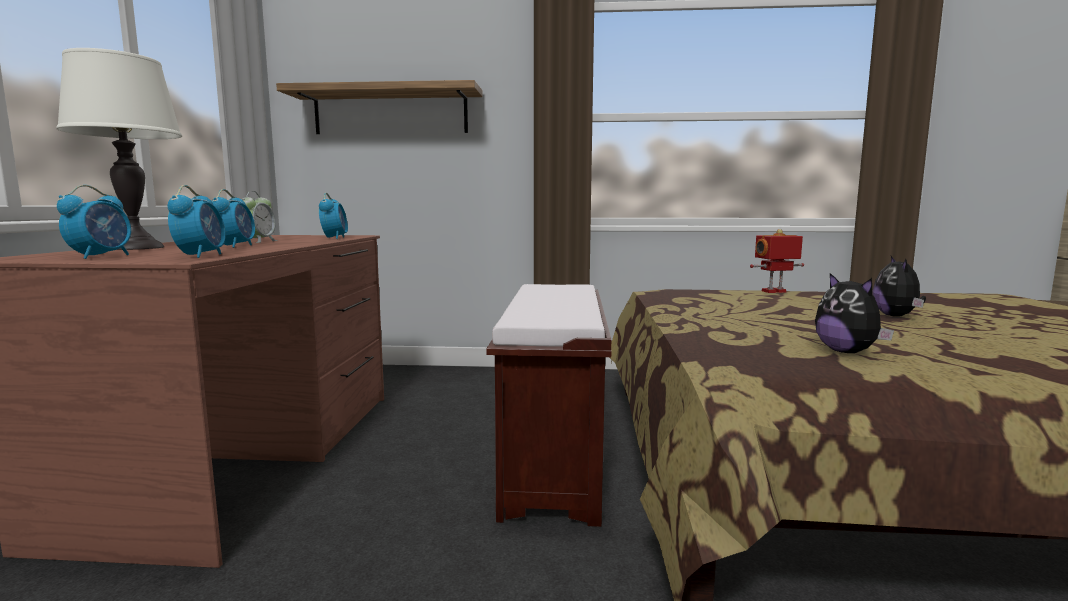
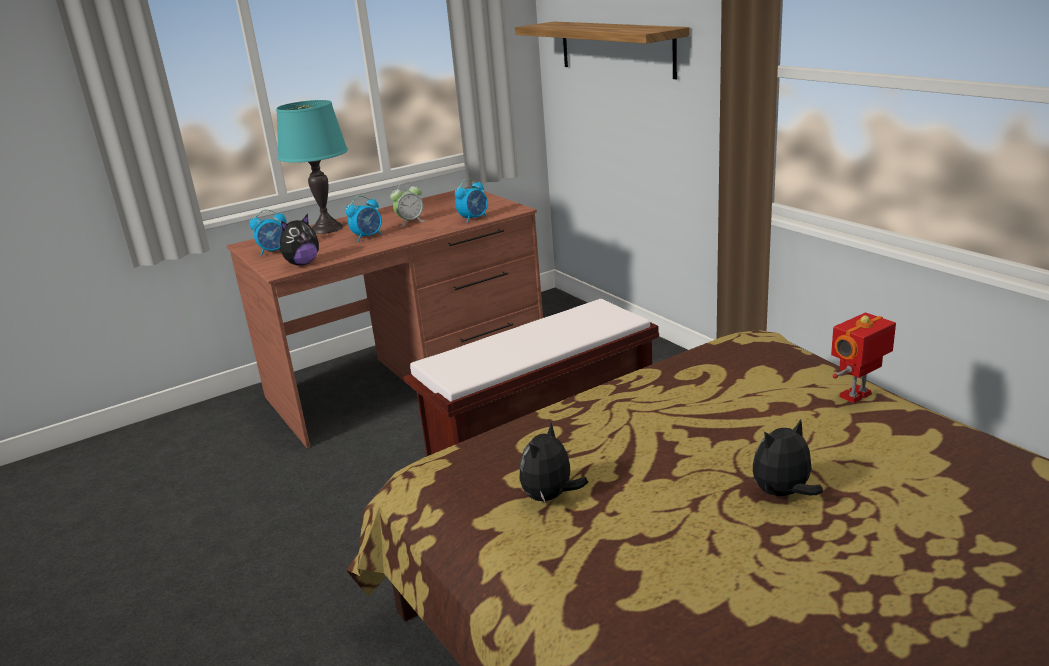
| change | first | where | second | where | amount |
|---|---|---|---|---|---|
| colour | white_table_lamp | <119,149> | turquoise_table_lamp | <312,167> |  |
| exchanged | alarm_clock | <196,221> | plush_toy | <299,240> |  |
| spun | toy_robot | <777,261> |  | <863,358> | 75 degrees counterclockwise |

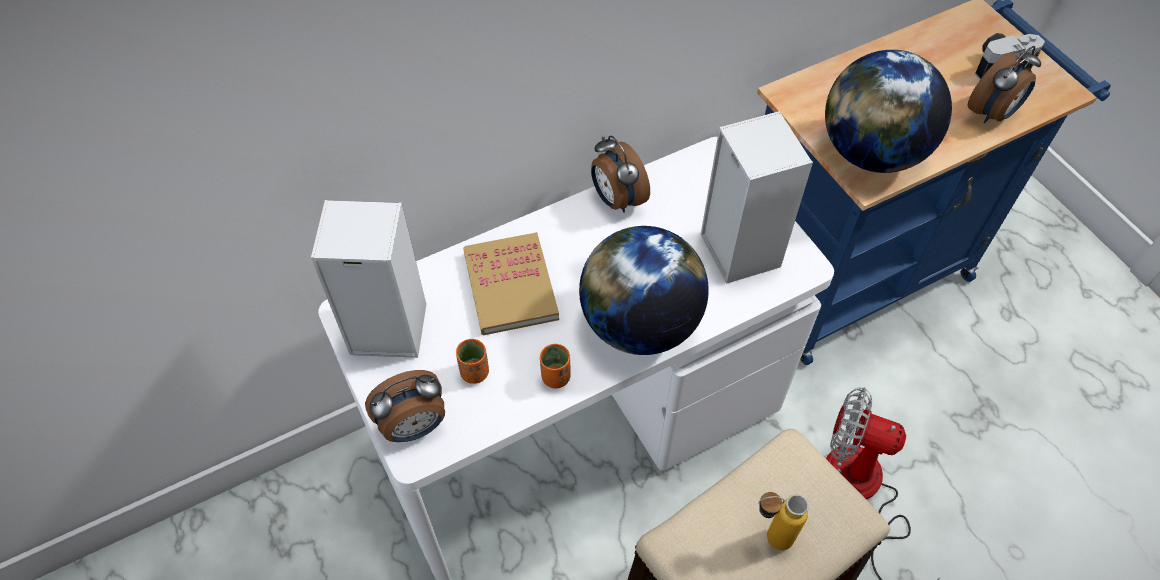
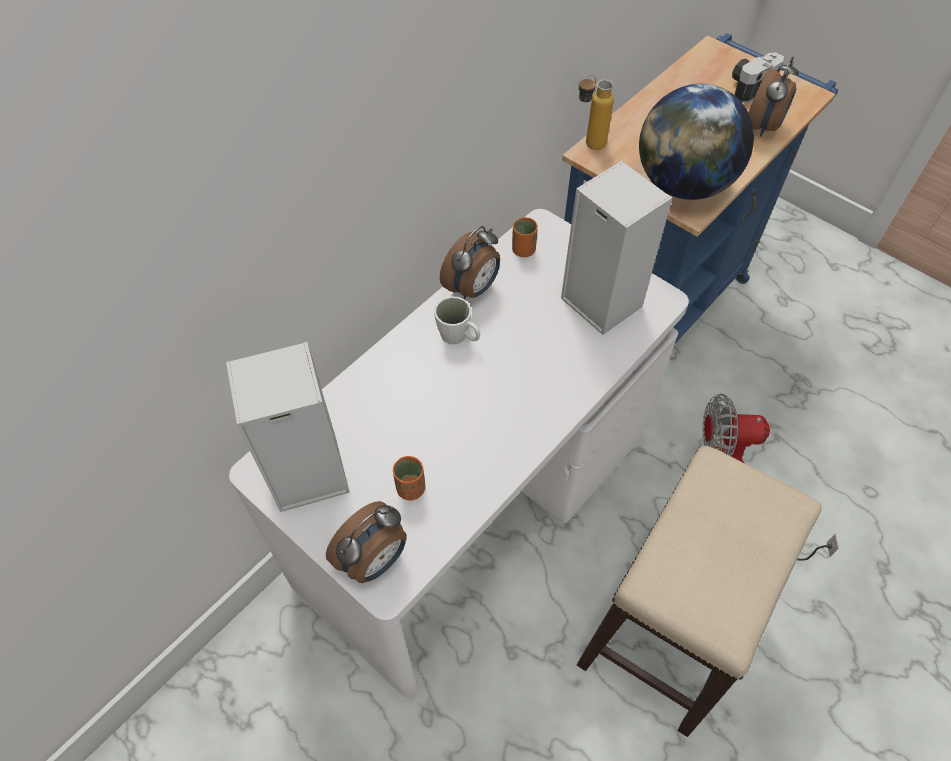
| change | first | where | second | where | amount |
|---|---|---|---|---|---|
| missing | book | <511,283> |  |  |  |
| relocated | orange_cup | <555,366> |  | <525,237> |  |
| missing | globe | <644,290> |  |  |  |
| spun | alarm_clock | <620,174> |  | <470,262> | 90 degrees counterclockwise |
| relocated | bottle | <783,521> |  | <596,112> |  |
| appeared |  |  | white_mug | <457,320> |  |

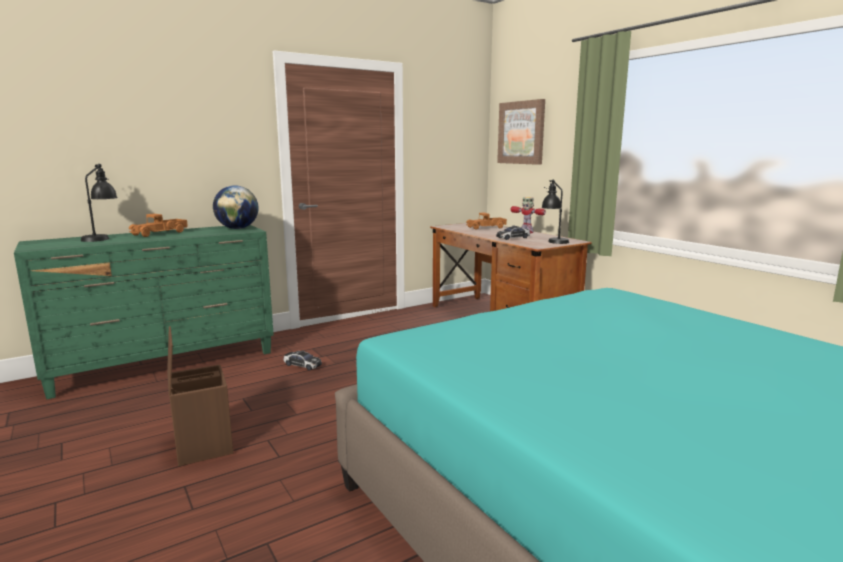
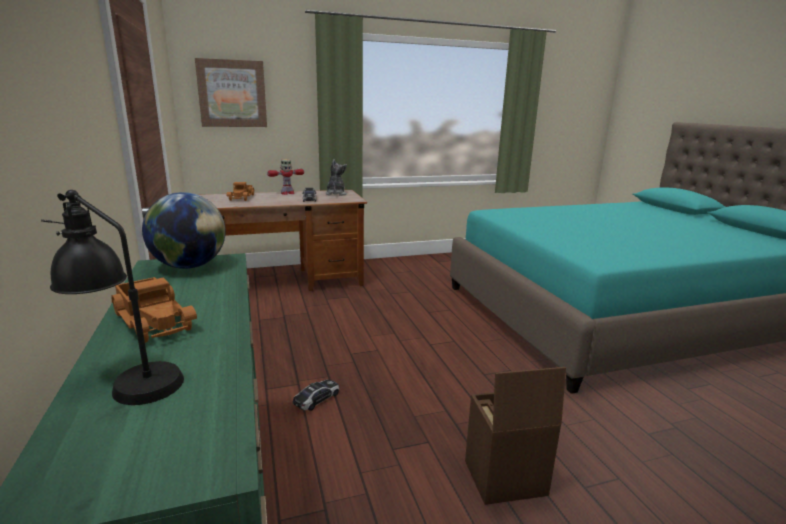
| change | first | where | second | where | amount |
|---|---|---|---|---|---|
| exchanged | black_table_lamp | <555,211> | plush_toy | <336,177> |  |

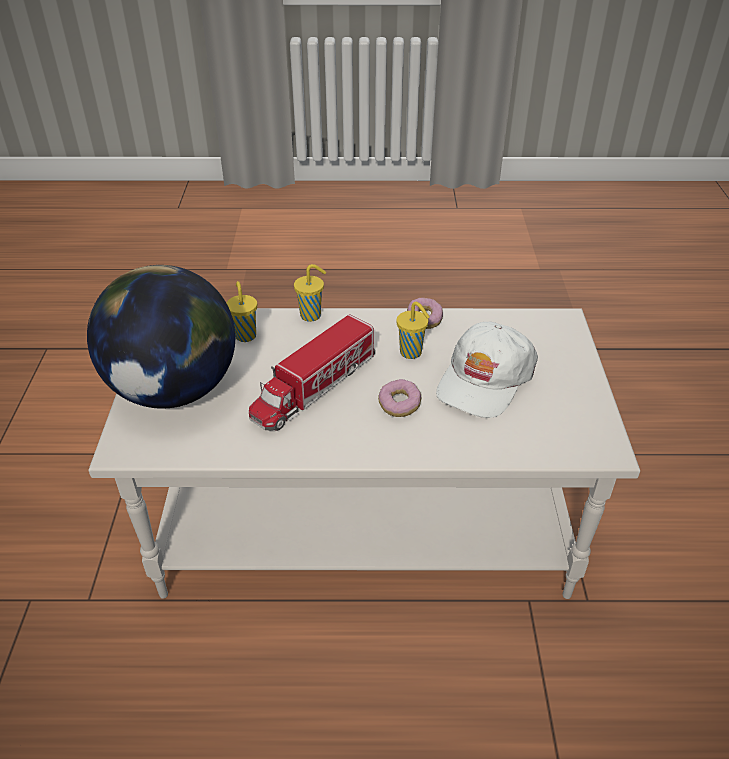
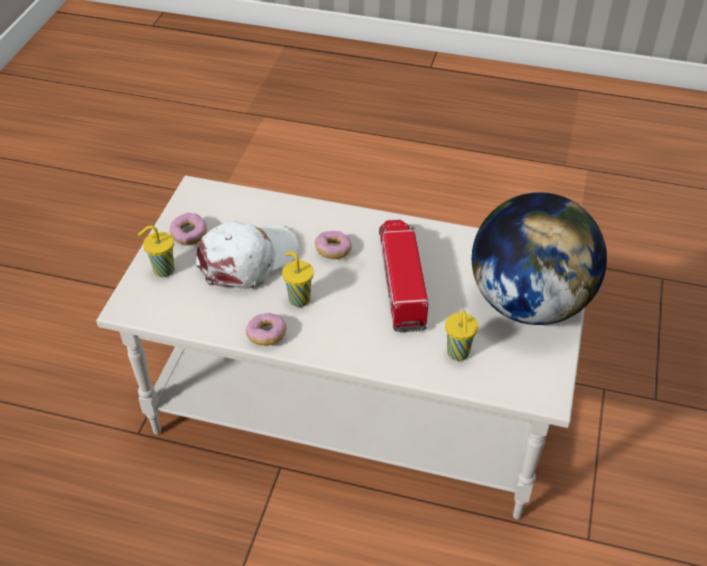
| change | first | where | second | where | amount |
|---|---|---|---|---|---|
| spun | toy_truck | <312,372> |  | <404,276> | 60 degrees counterclockwise |
| relocated | yellow_cup | <310,293> |  | <156,251> |  |
| appeared |  |  | donut | <188,229> |  |

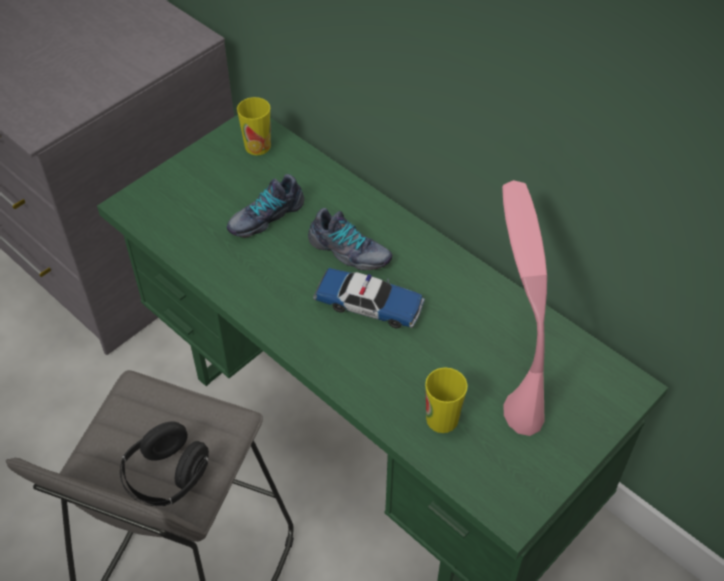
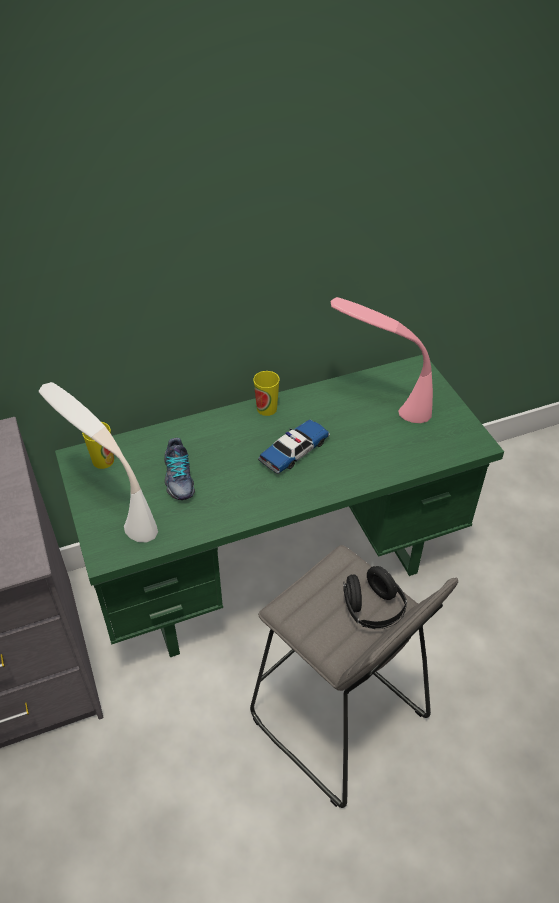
| change | first | where | second | where | amount |
|---|---|---|---|---|---|
| missing | shoe | <350,239> |  |  |  |
| relocated | cup | <446,400> |  | <267,393> |  |
| appeared |  |  | white_table_lamp | <98,462> |  |

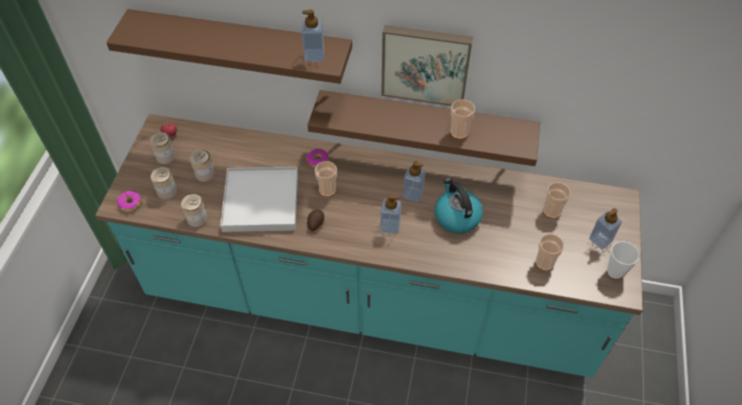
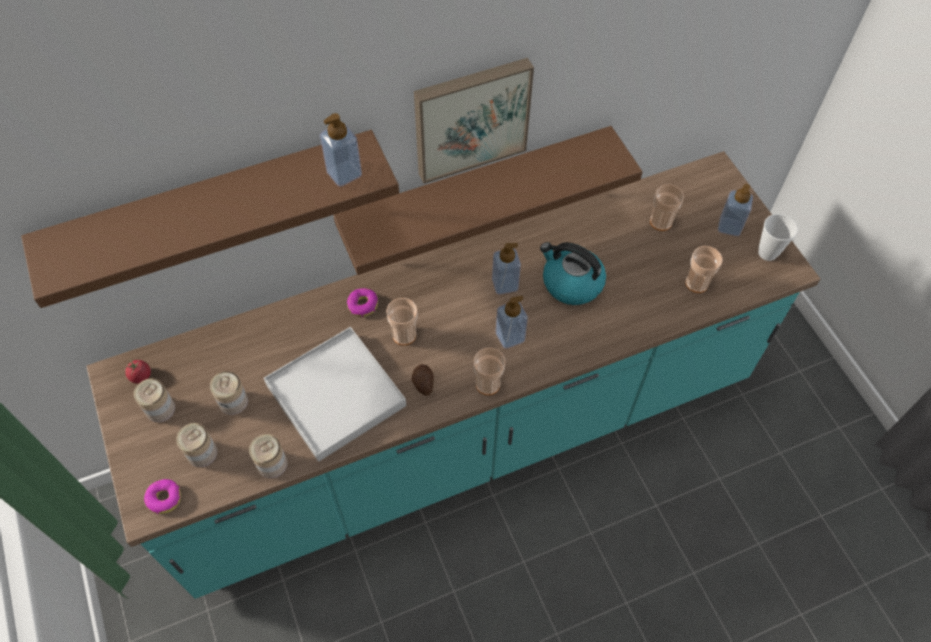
| change | first | where | second | where | amount |
|---|---|---|---|---|---|
| relocated | cup | <462,119> |  | <489,371> |  |

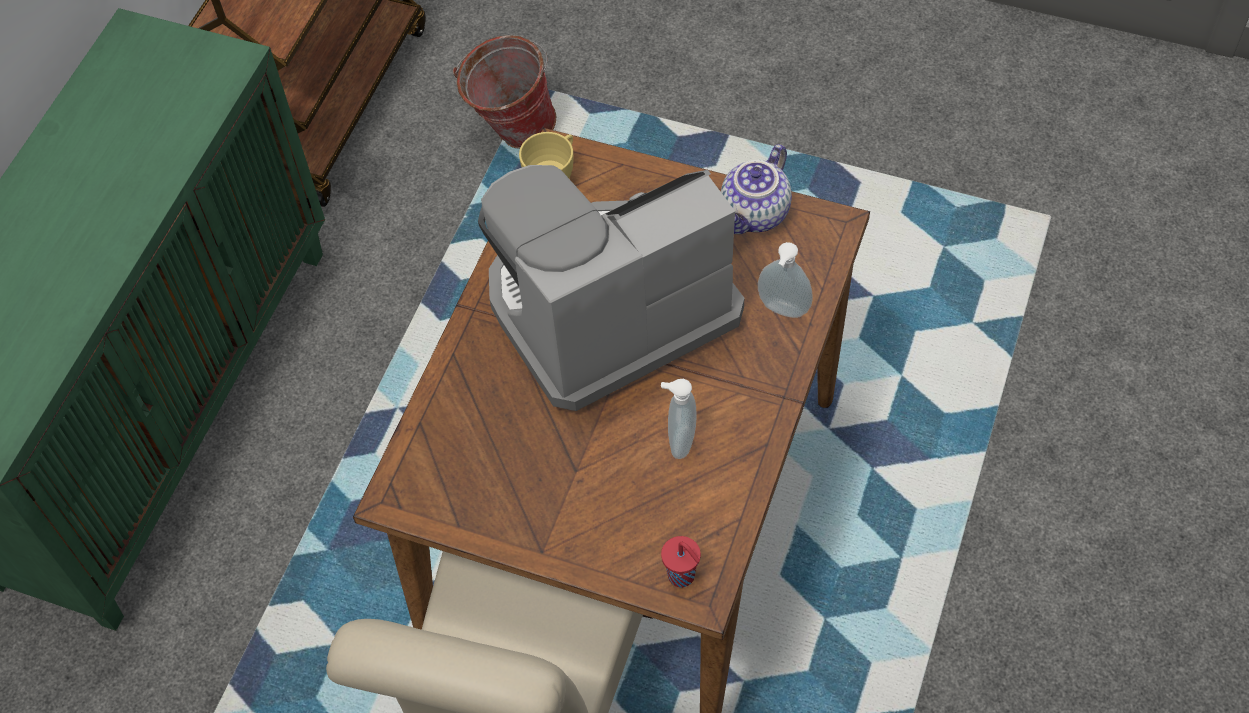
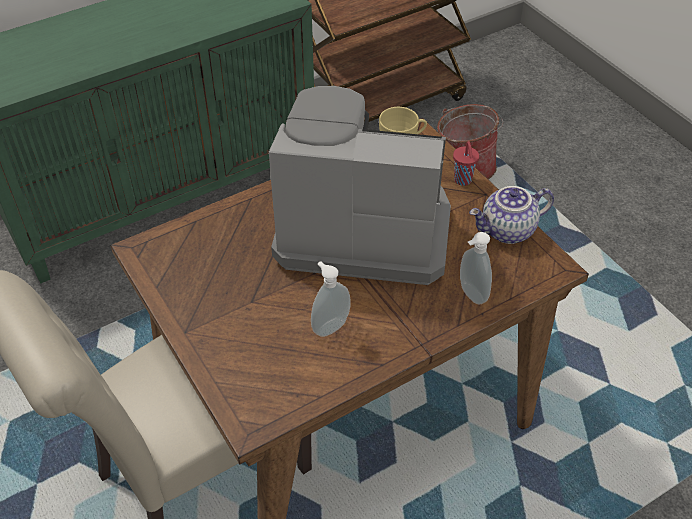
| change | first | where | second | where | amount |
|---|---|---|---|---|---|
| relocated | red_cup | <681,561> |  | <466,163> |  |

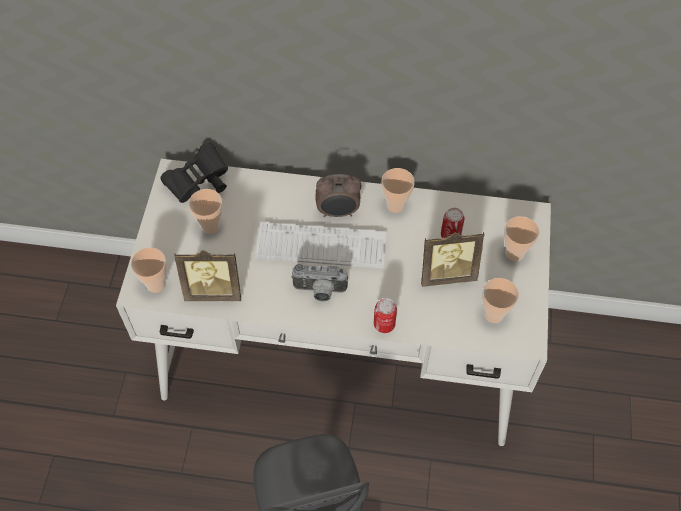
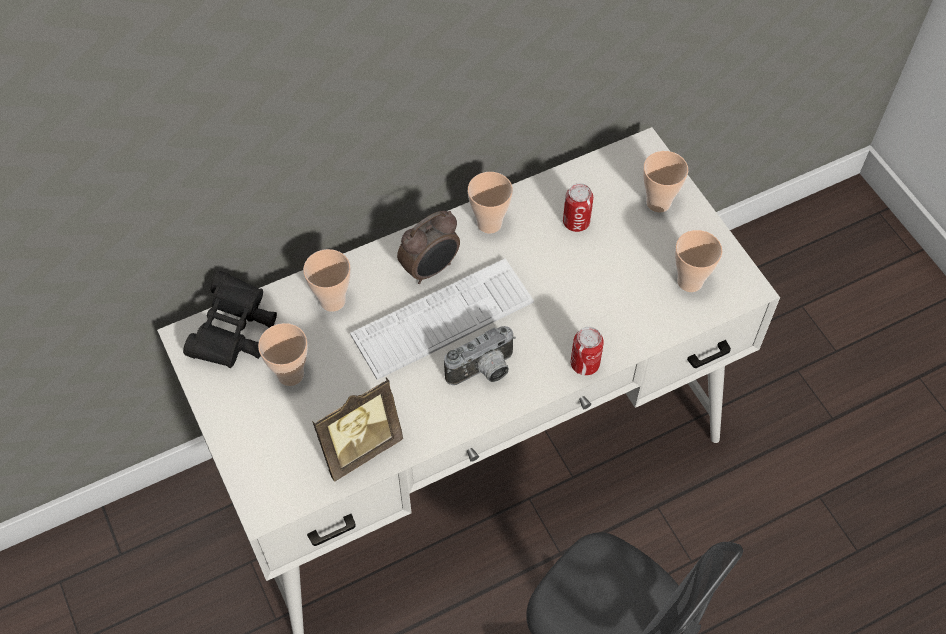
| change | first | where | second | where | amount |
|---|---|---|---|---|---|
| relocated | cup | <149,270> |  | <327,280> |  |
| missing | picture_frame | <452,259> |  |  |  |

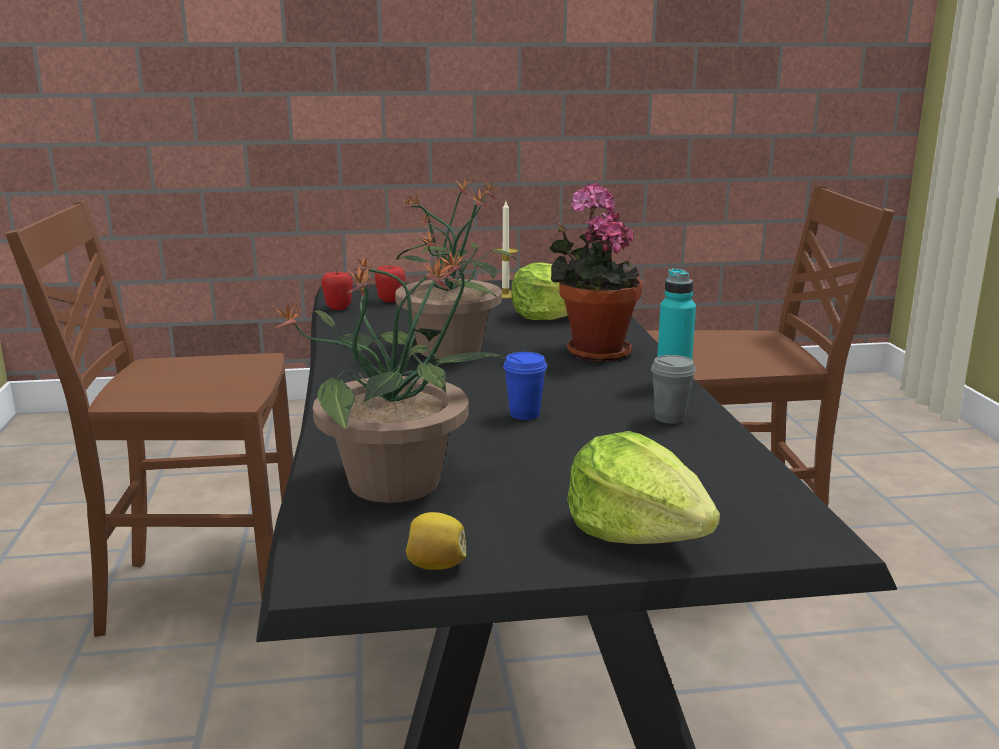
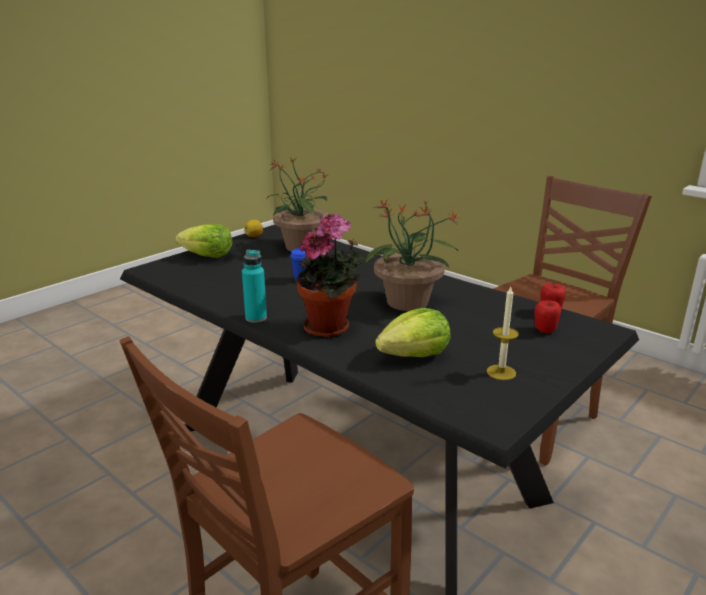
| change | first | where | second | where | amount |
|---|---|---|---|---|---|
| missing | grey_cup | <673,389> |  |  |  |

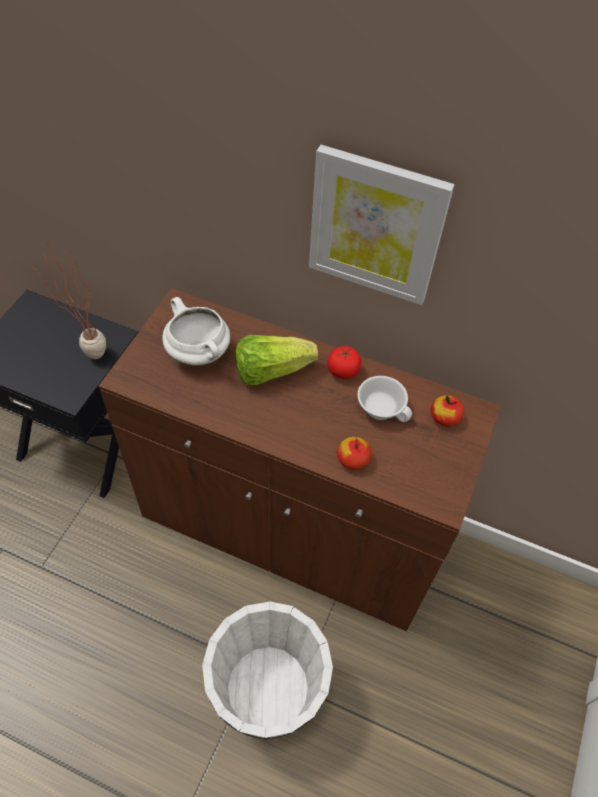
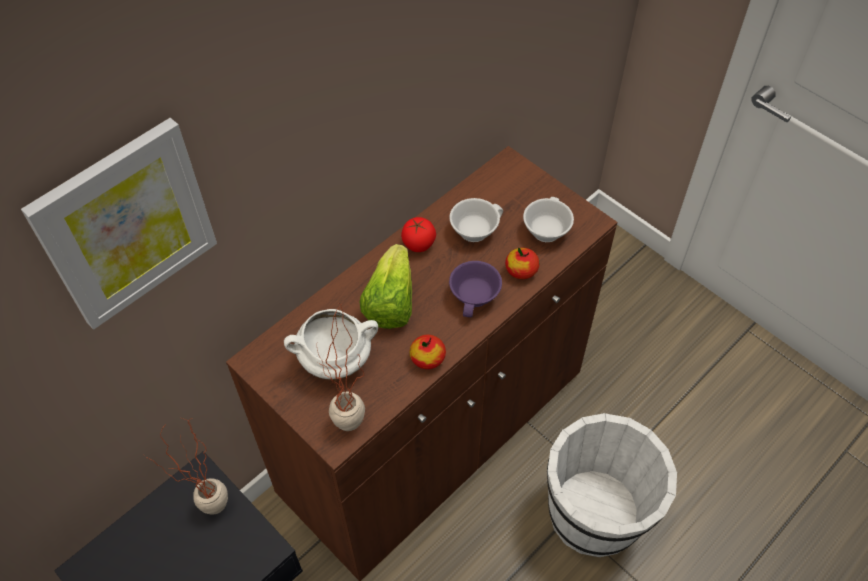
| change | first | where | second | where | amount |
|---|---|---|---|---|---|
| relocated | picture | <381,225> |  | <119,223> |  |
| relocated | apple | <447,411> |  | <427,352> |  |
| appeared |  |  | potted_plant | <341,367> |  |
| appeared |  |  | purple_cup | <475,289> |  |
| appeared |  |  | white_cup | <548,219> |  |

